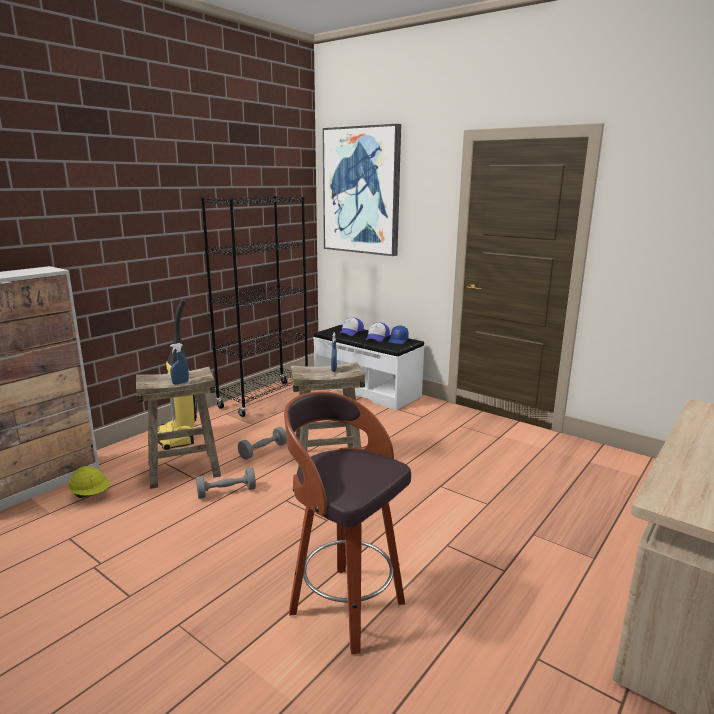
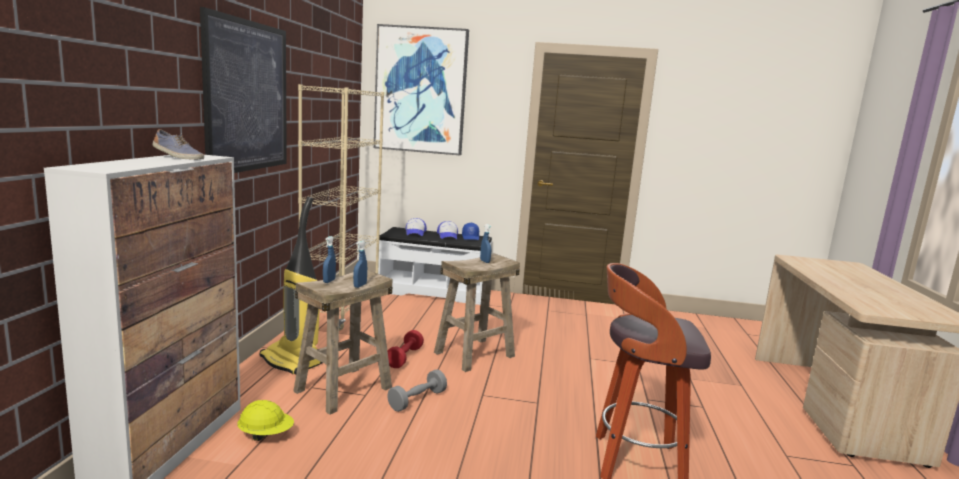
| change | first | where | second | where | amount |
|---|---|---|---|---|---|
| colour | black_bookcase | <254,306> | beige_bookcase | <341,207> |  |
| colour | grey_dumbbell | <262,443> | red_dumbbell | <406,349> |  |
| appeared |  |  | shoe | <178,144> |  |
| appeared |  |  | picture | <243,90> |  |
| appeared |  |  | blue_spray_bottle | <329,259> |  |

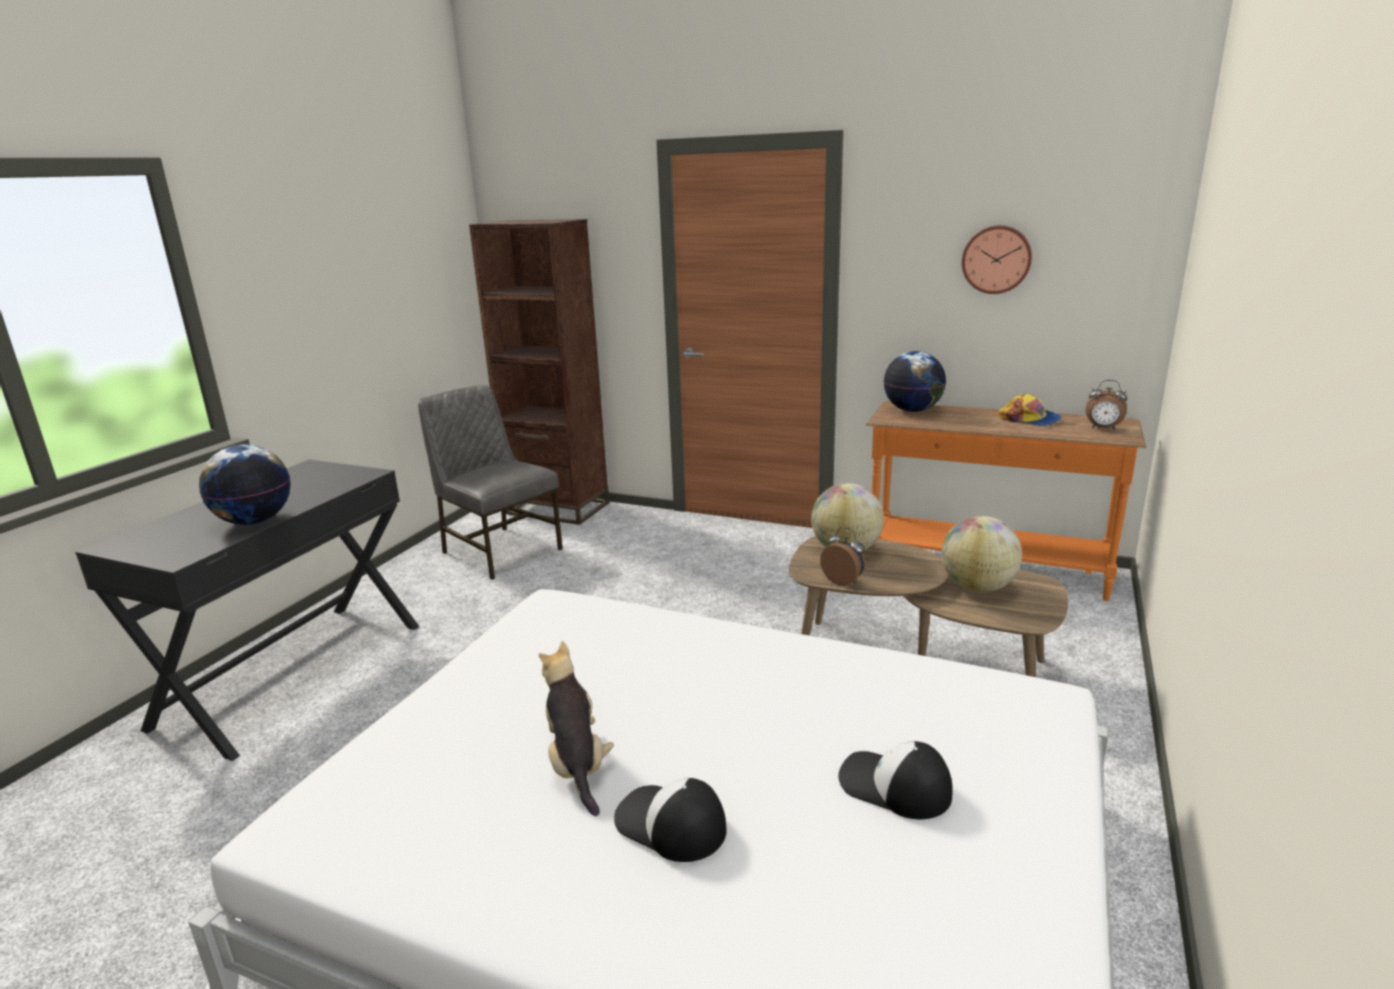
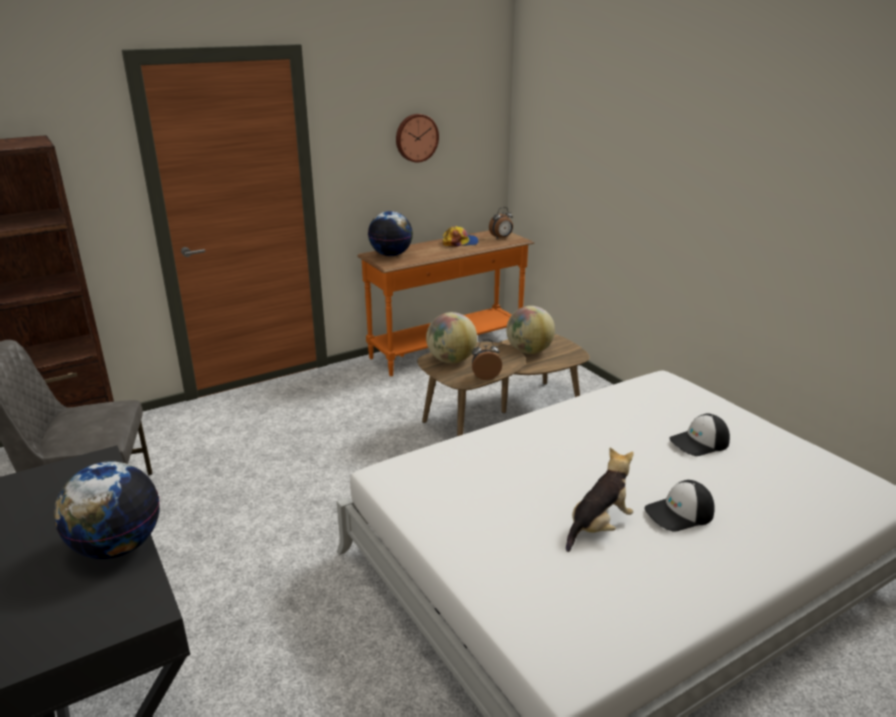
| change | first | where | second | where | amount |
|---|---|---|---|---|---|
| spun | plush_toy | <576,728> |  | <600,500> | 120 degrees clockwise |

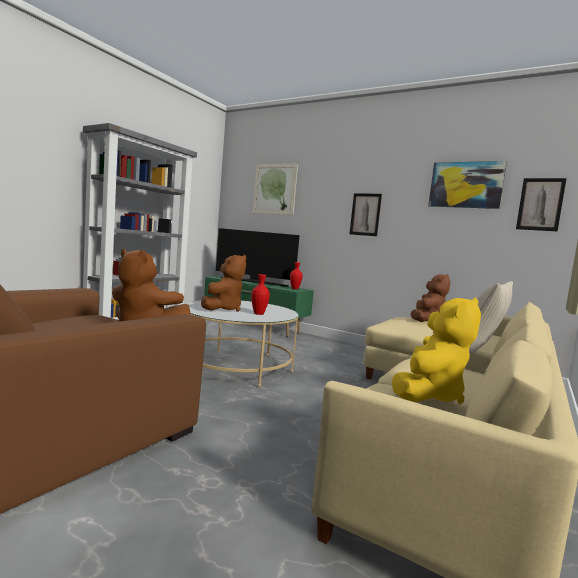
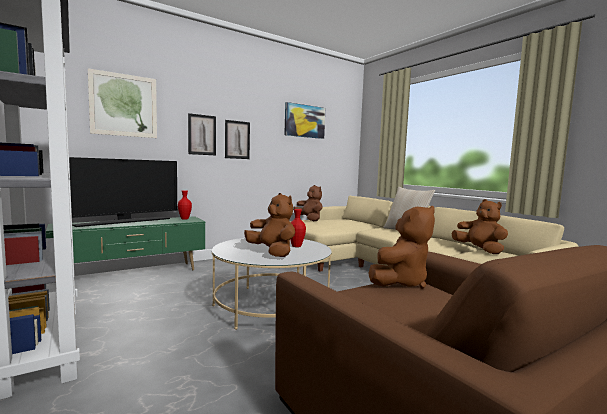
| change | first | where | second | where | amount |
|---|---|---|---|---|---|
| colour | yellow_plush_toy | <436,350> | brown_plush_toy | <479,226> |  |
| relocated | picture | <541,204> |  | <202,134> |  |

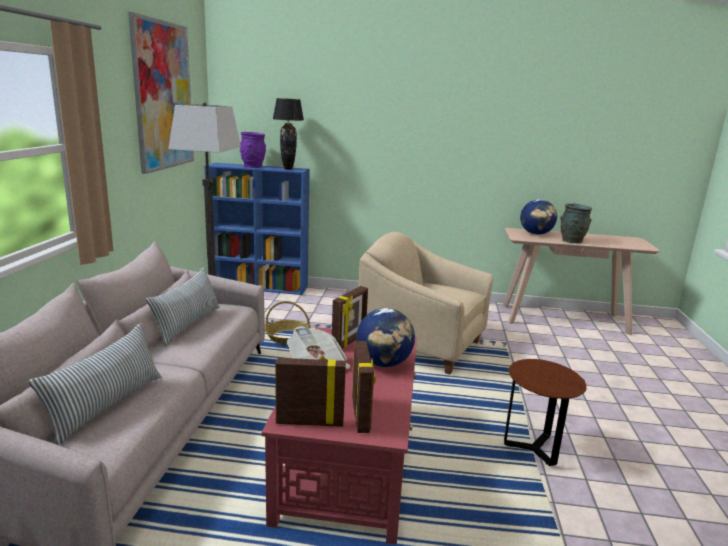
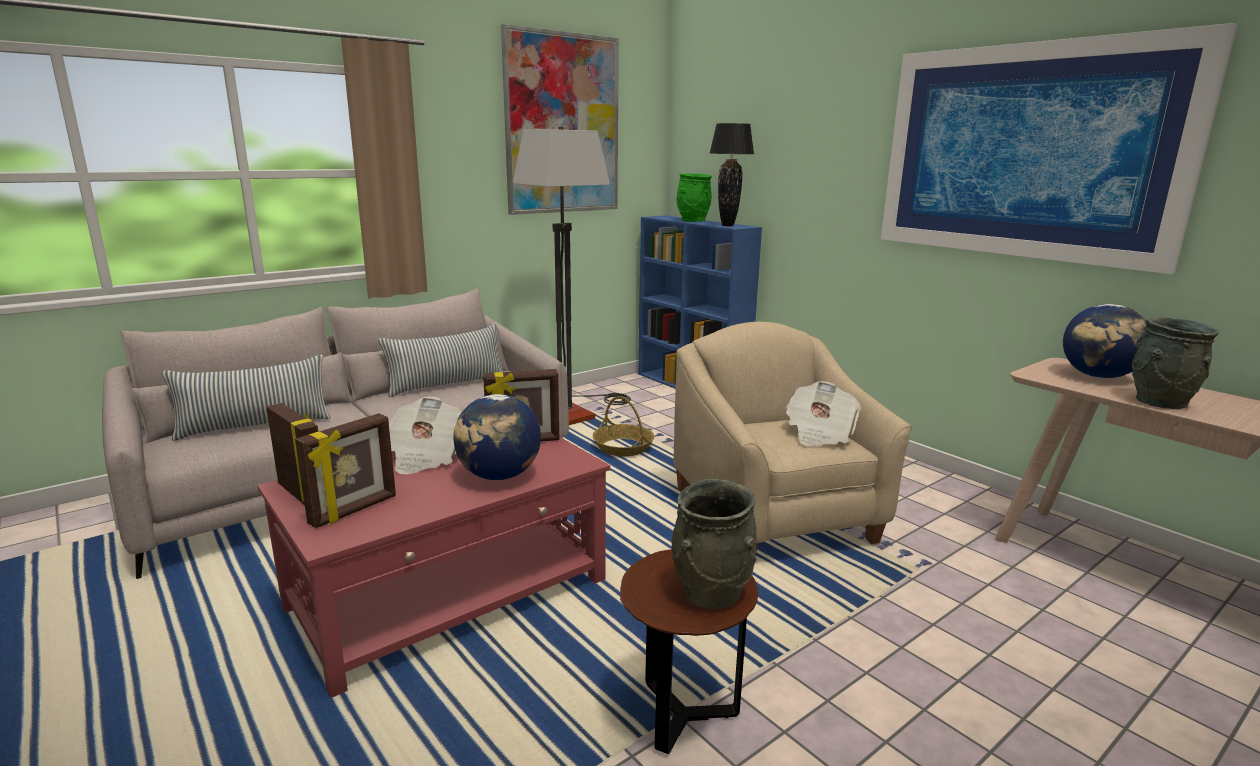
| change | first | where | second | where | amount |
|---|---|---|---|---|---|
| colour | purple_vase | <253,150> | green_vase | <694,197> |  |
| appeared |  |  | grey_vase | <714,544> |  |
| appeared |  |  | newspaper | <823,414> |  |
| appeared |  |  | picture | <1059,148> |  |

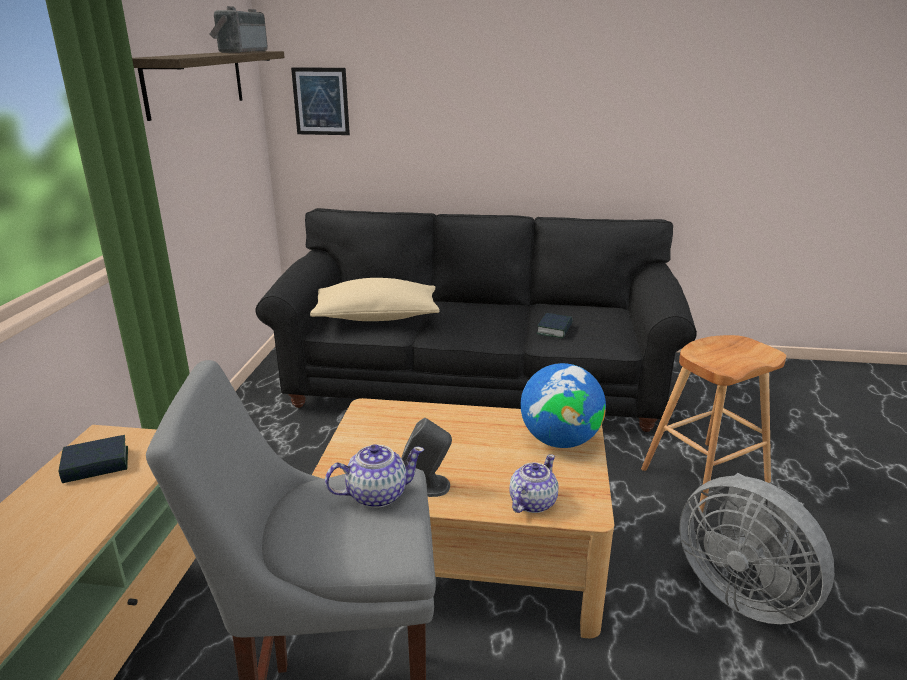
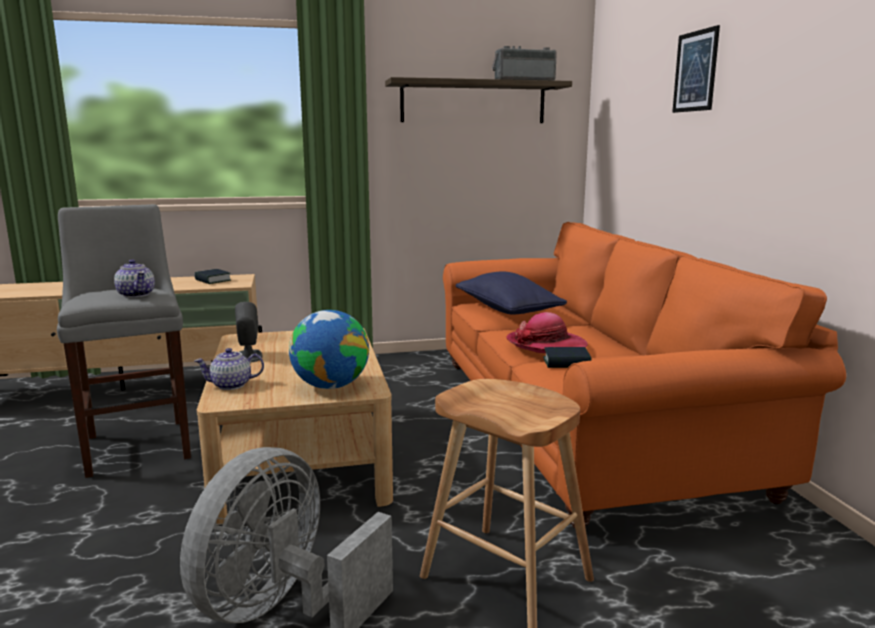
| change | first | where | second | where | amount |
|---|---|---|---|---|---|
| colour | black_sofa | <476,320> | orange_sofa | <644,375> |  |
| relocated | picture | <320,101> |  | <696,69> |  |
| colour | beige_pillow | <374,299> | blue_pillow | <511,293> |  |
| spun | teapot | <533,483> |  | <229,369> | 150 degrees clockwise |
| appeared |  |  | hat | <547,332> |  |

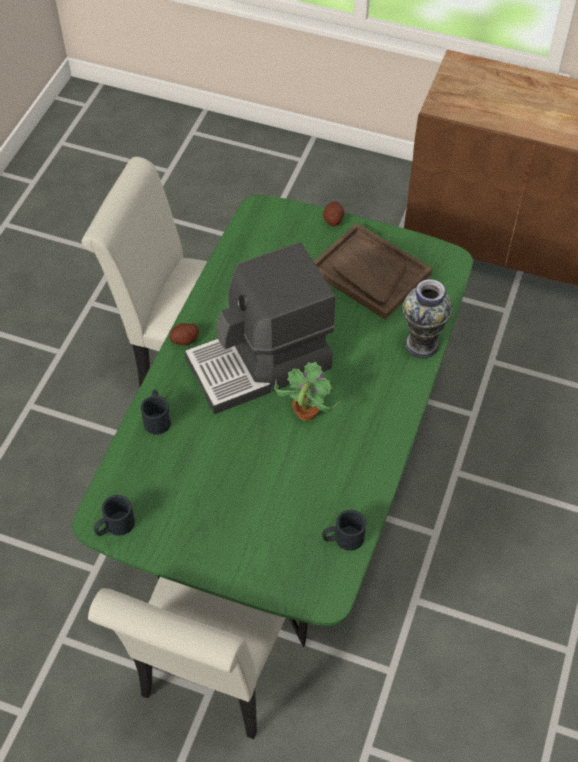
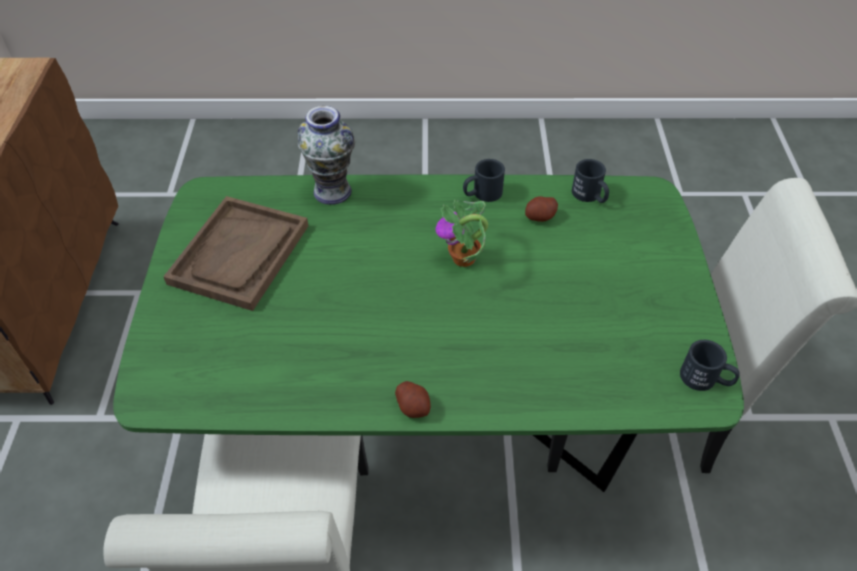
| change | first | where | second | where | amount |
|---|---|---|---|---|---|
| relocated | black_mug | <156,412> |  | <484,180> |  |
| missing | coffee_machine | <260,328> |  |  |  |
| relocated | potato | <334,213> |  | <541,209> |  |

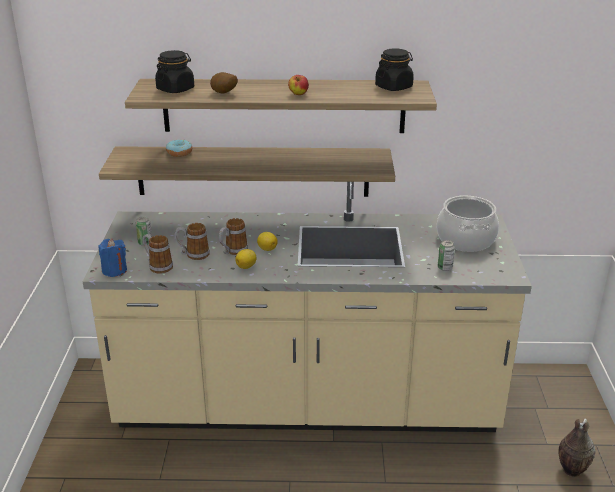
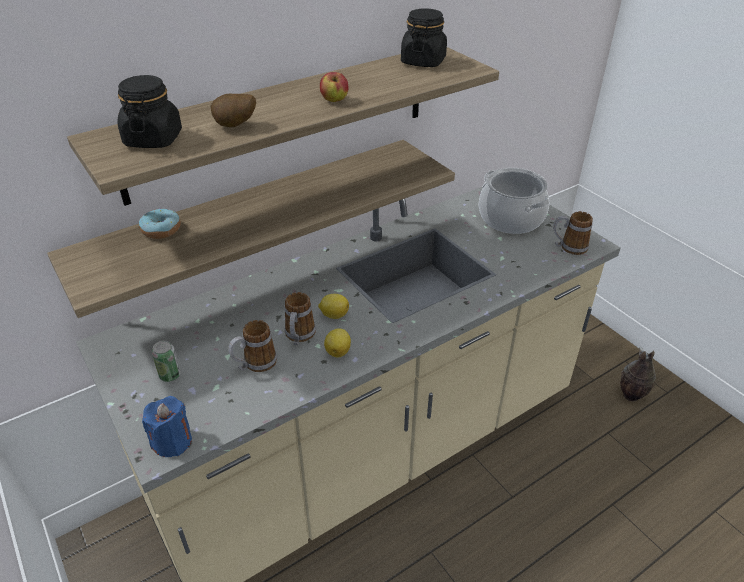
| change | first | where | second | where | amount |
|---|---|---|---|---|---|
| relocated | mug | <157,254> |  | <573,233> |  |
| missing | can | <446,255> |  |  |  |

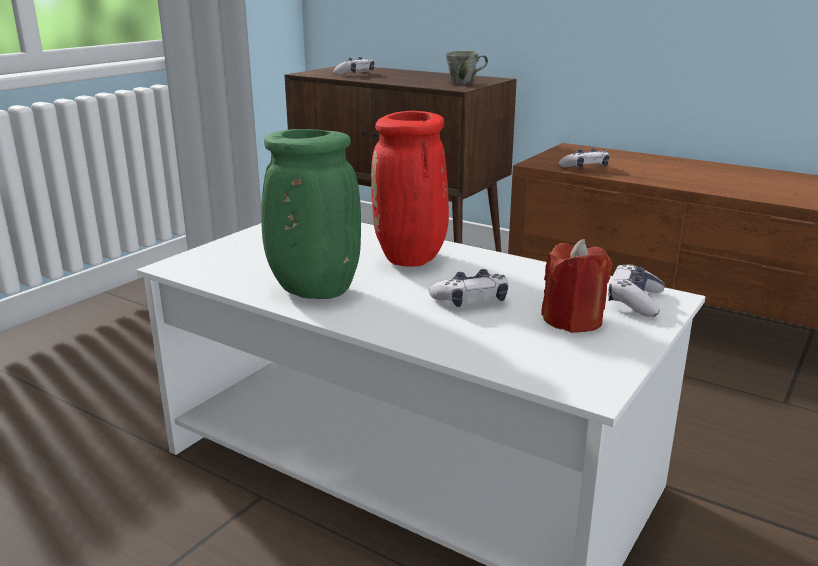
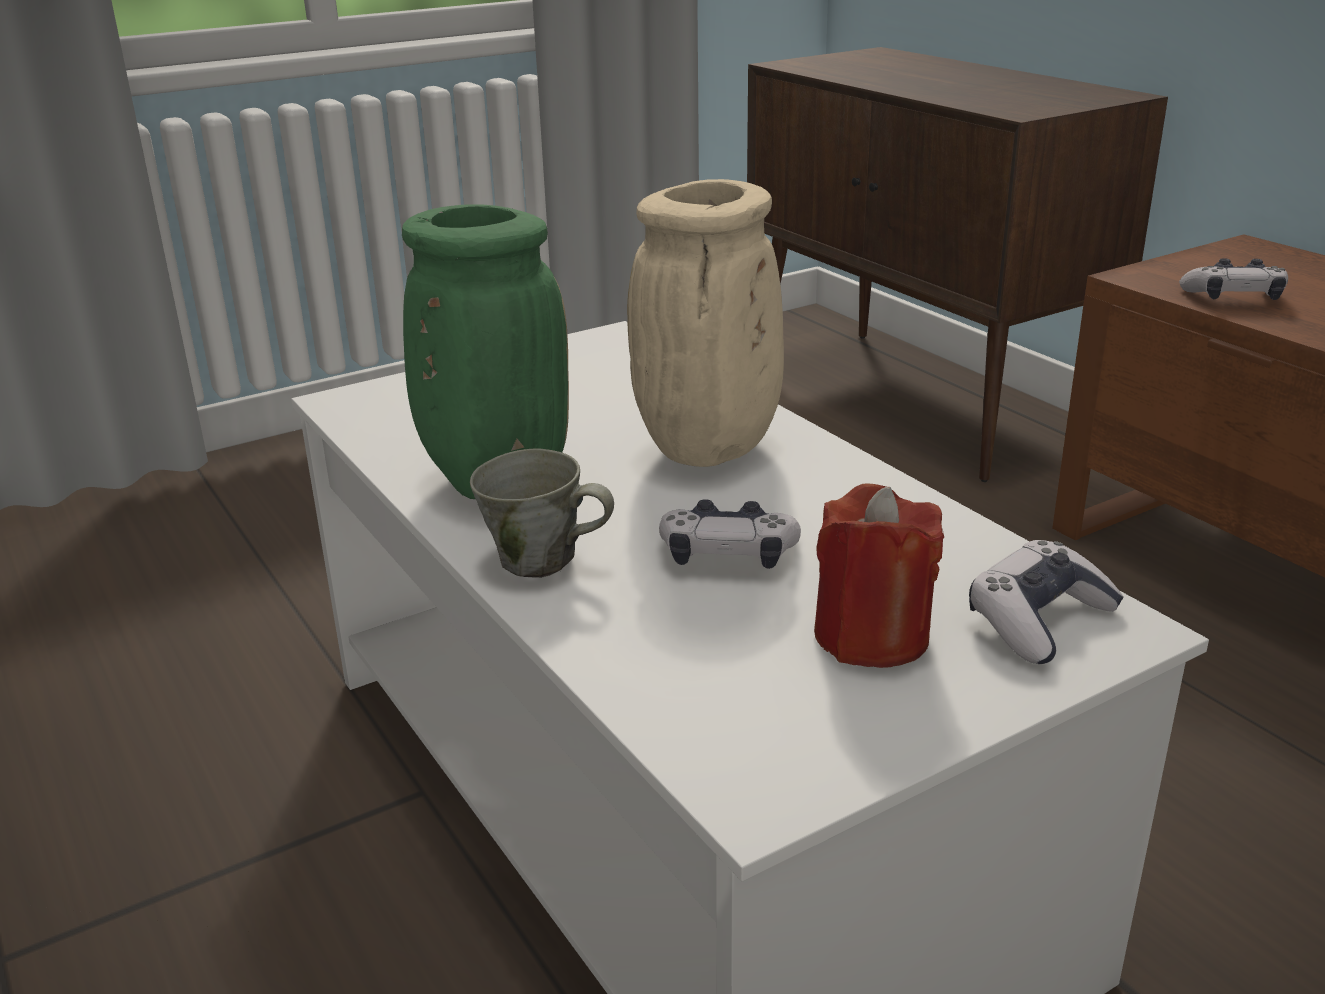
| change | first | where | second | where | amount |
|---|---|---|---|---|---|
| missing | game_controller | <353,66> |  |  |  |
| colour | red_vase | <410,189> | beige_vase | <705,323> |  |
| relocated | grey_mug | <467,68> |  | <542,513> |  |

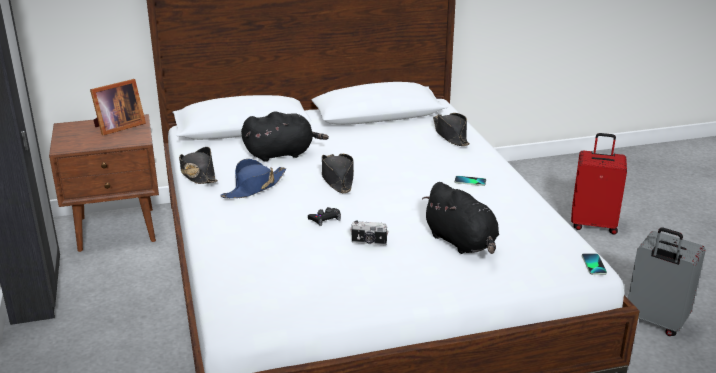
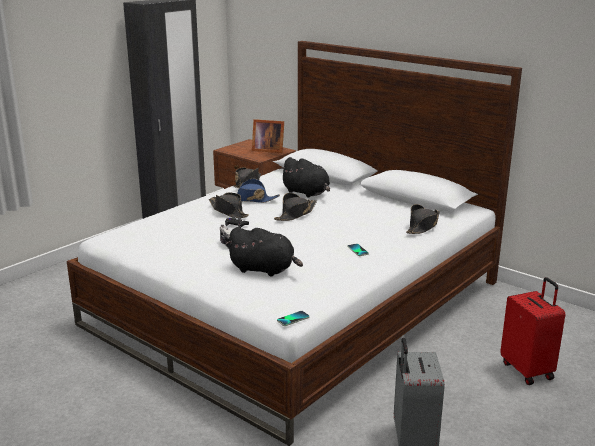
| change | first | where | second | where | amount |
|---|---|---|---|---|---|
| spun | black_plush_toy | <460,218> |  | <264,251> | 90 degrees counterclockwise |
| appeared |  |  | black_hat | <229,205> |  |

